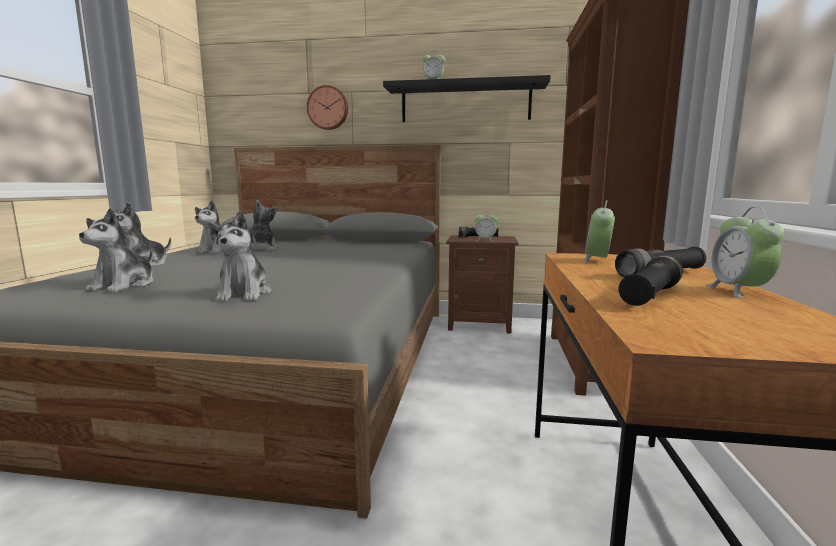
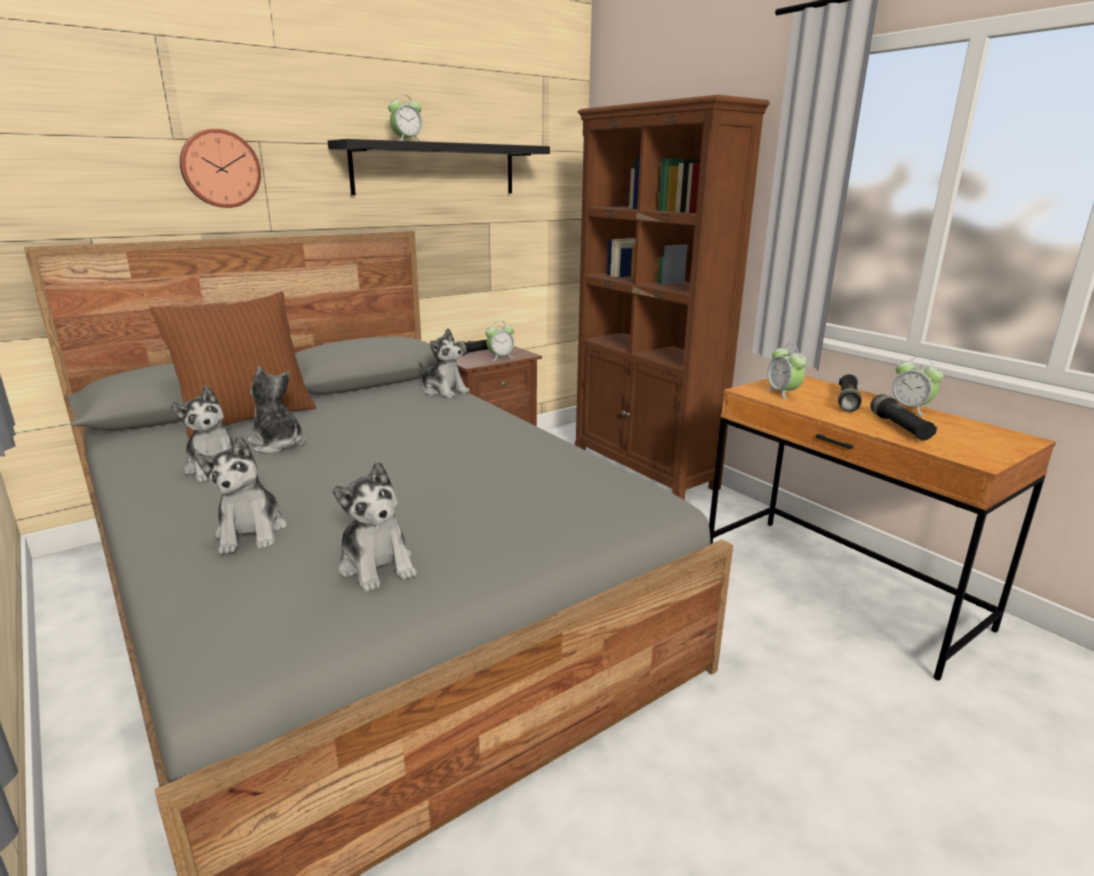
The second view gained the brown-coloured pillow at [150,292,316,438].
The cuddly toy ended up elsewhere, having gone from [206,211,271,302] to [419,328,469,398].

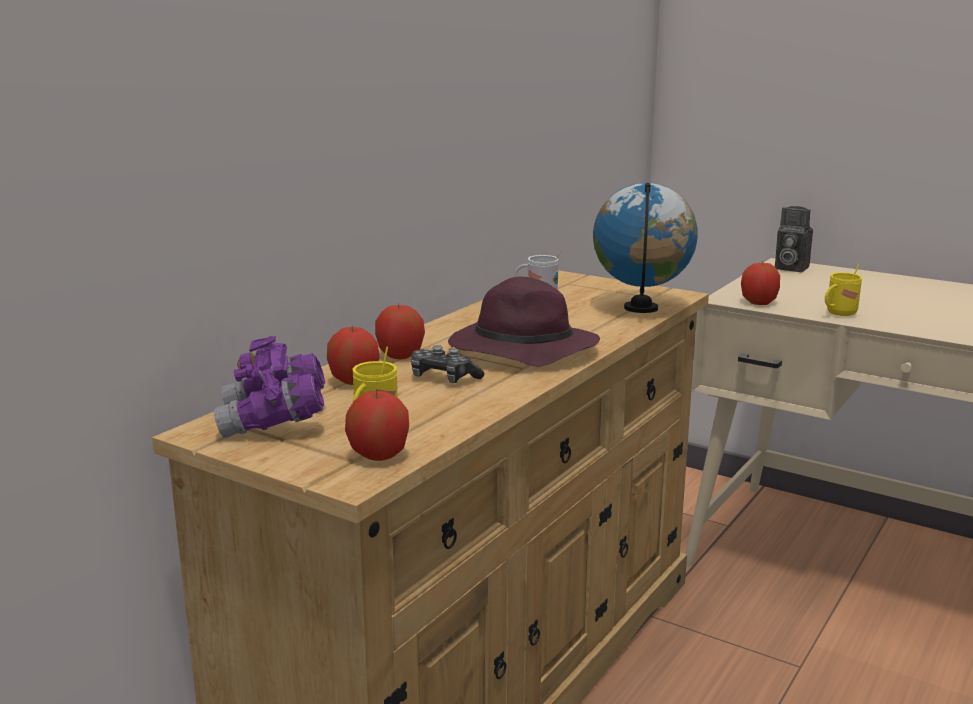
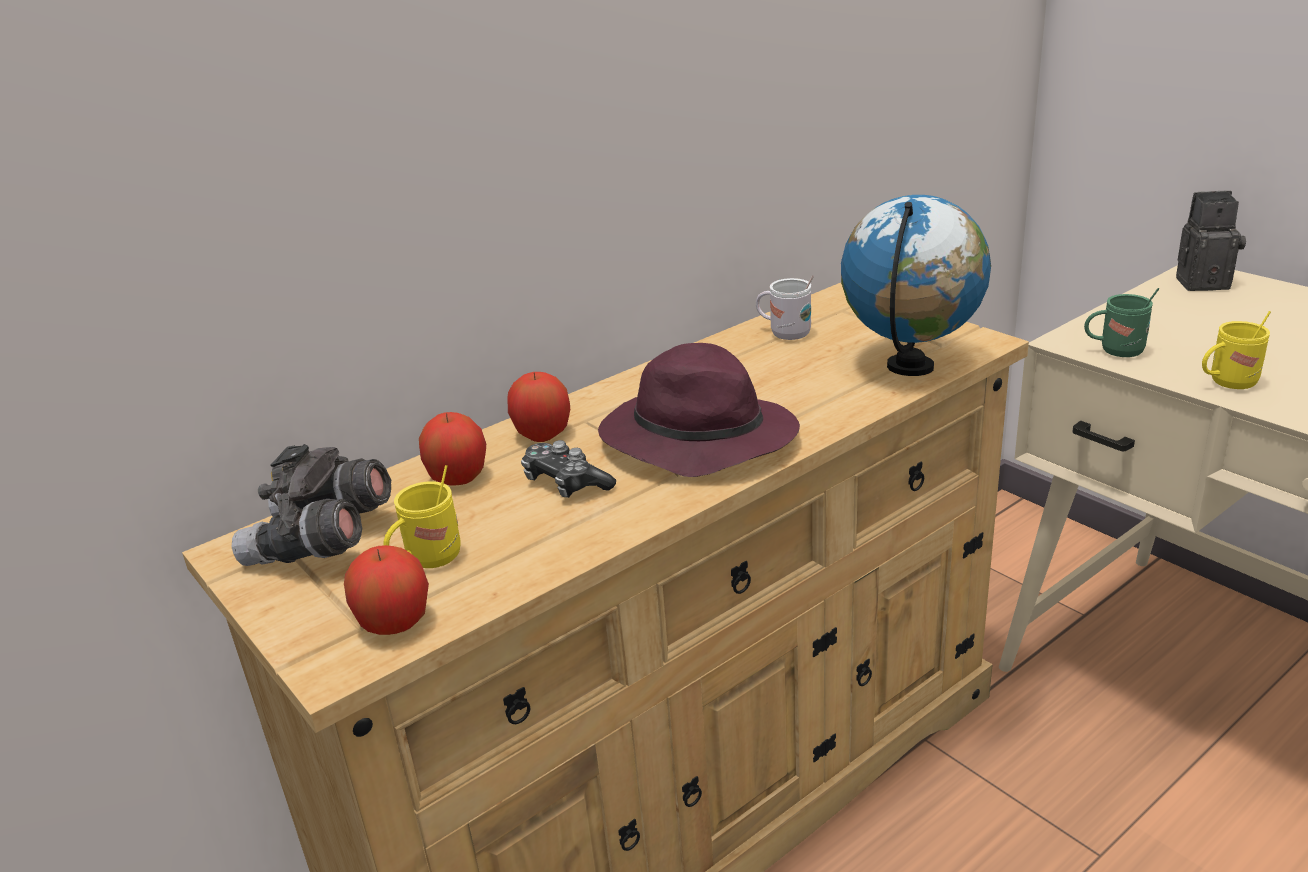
Where the apple fruit stood at [741,262,780,305], the green tea mug came to stand at [1084,288,1159,357].
What was the purplish binoculars at [214,336,325,438] turned into the greyish binoculars at [232,444,391,566].
The photo camera at [775,206,813,272] ended up facing another way, 135 degrees clockwise from before.

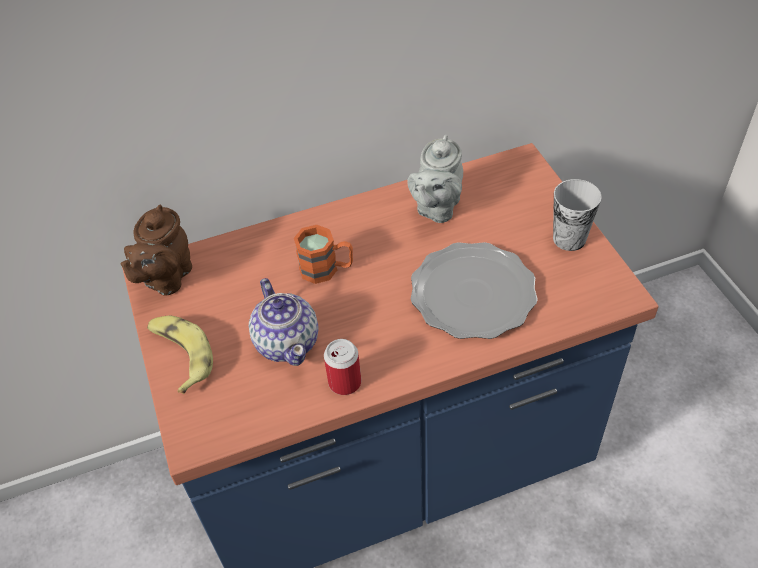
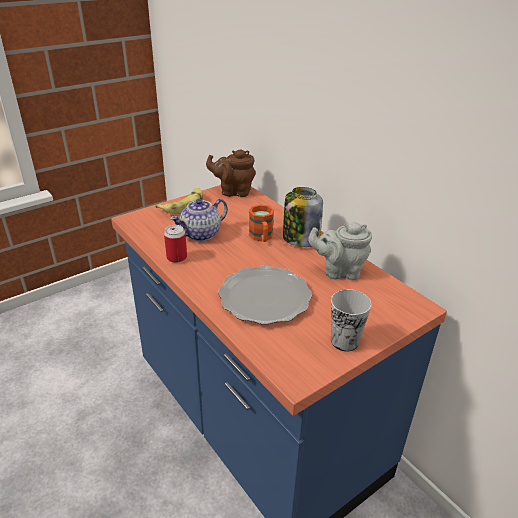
The second view gained the storage jar at [283,187,323,247].

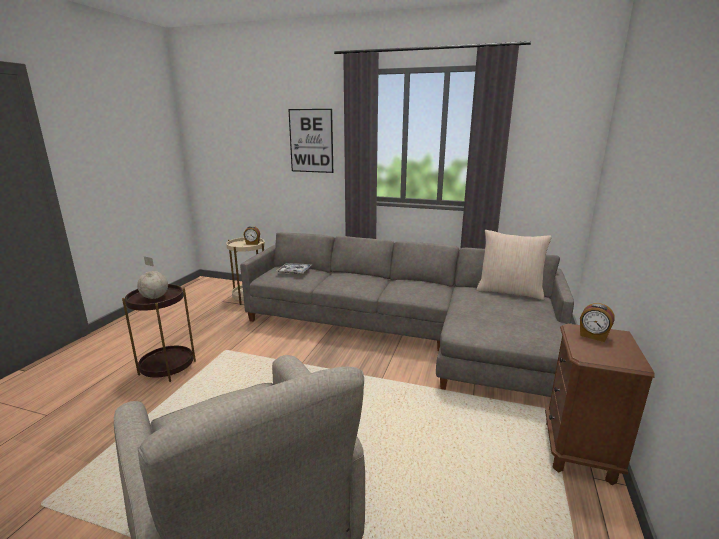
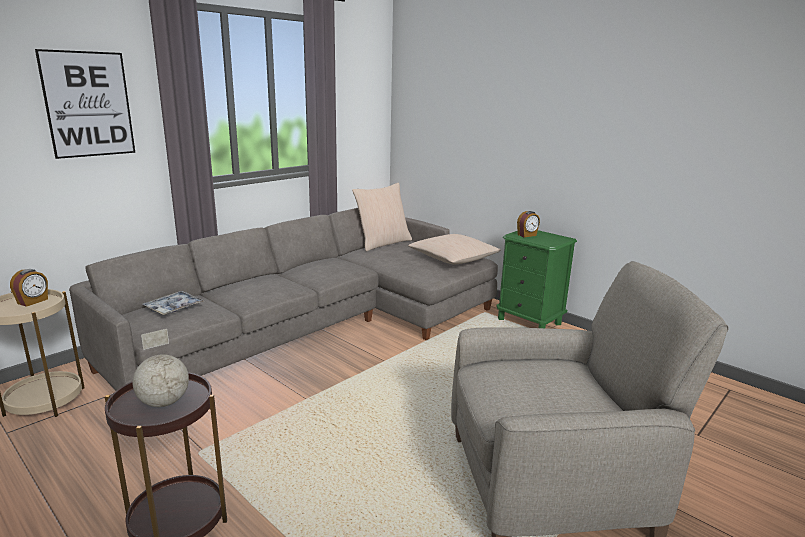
The second view gained the beige-coloured pillow at [408,234,501,264].
What was the brown-coloured night table at [545,324,655,485] turned into the green night table at [496,230,577,328].

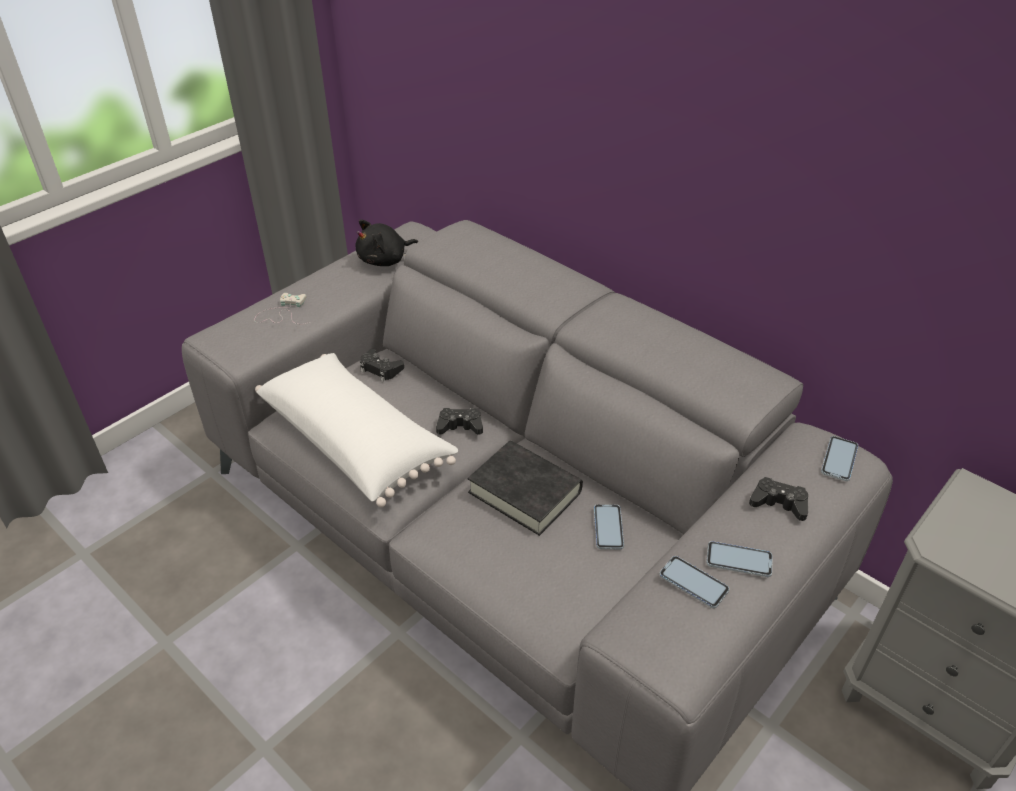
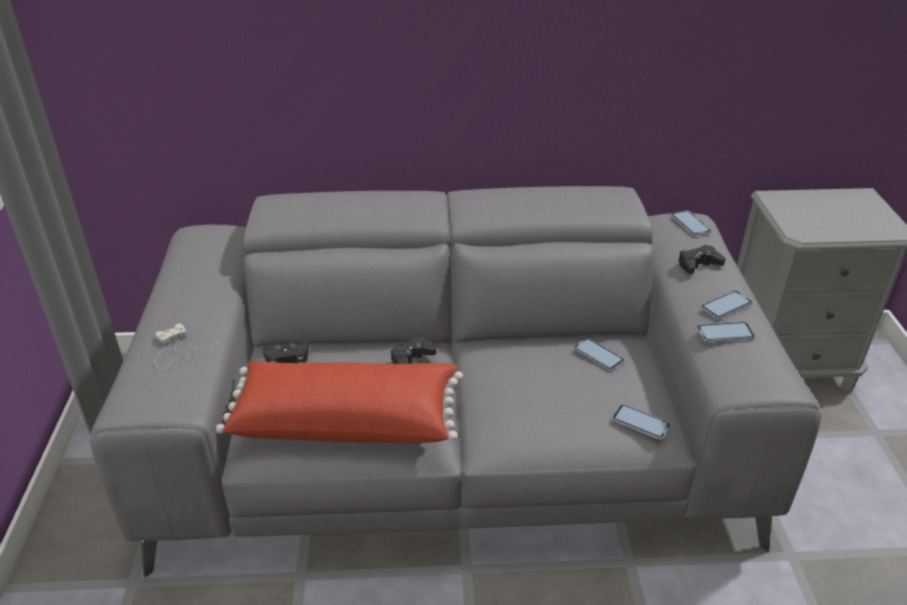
The second view lost the black-coloured cuddly toy at [355,220,419,266].
The second view lost the black-coloured book at [468,441,583,536].
The second view gained the telephone at [612,404,671,440].
What was the white pillow at [255,353,458,507] turned into the red pillow at [216,362,463,443].

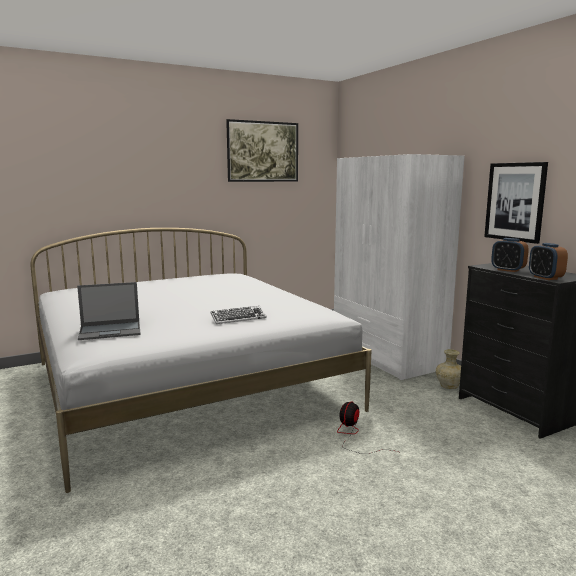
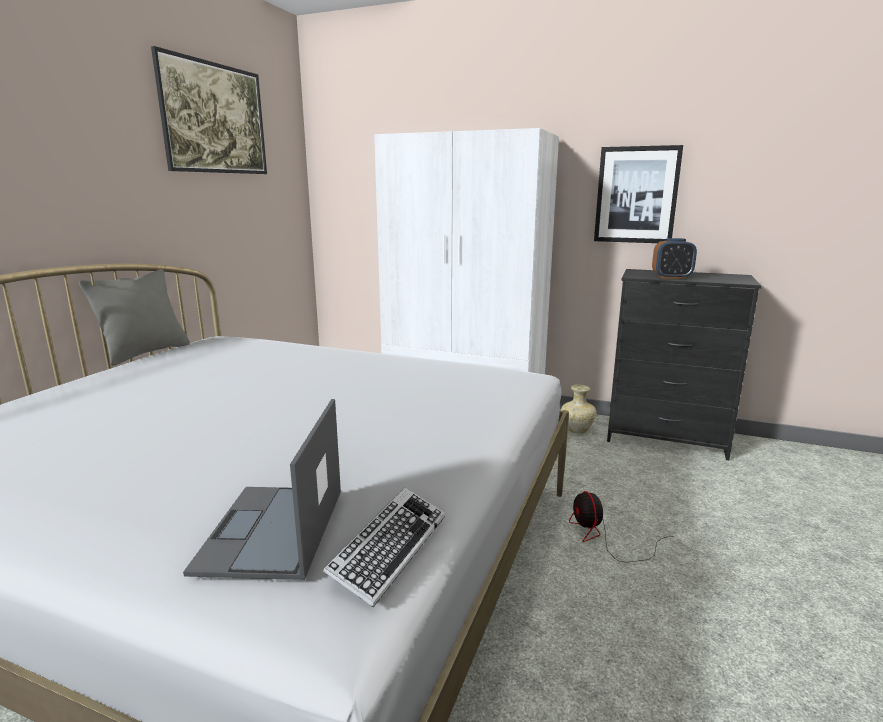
The second view lost the alarm clock at [529,243,568,280].
The second view gained the greyish pillow at [79,269,190,366].
The PC keyboard ended up elsewhere, having gone from [211,306,267,324] to [323,488,445,607].
The portable computer at [77,282,141,340] ended up facing another way, 150 degrees clockwise from before.

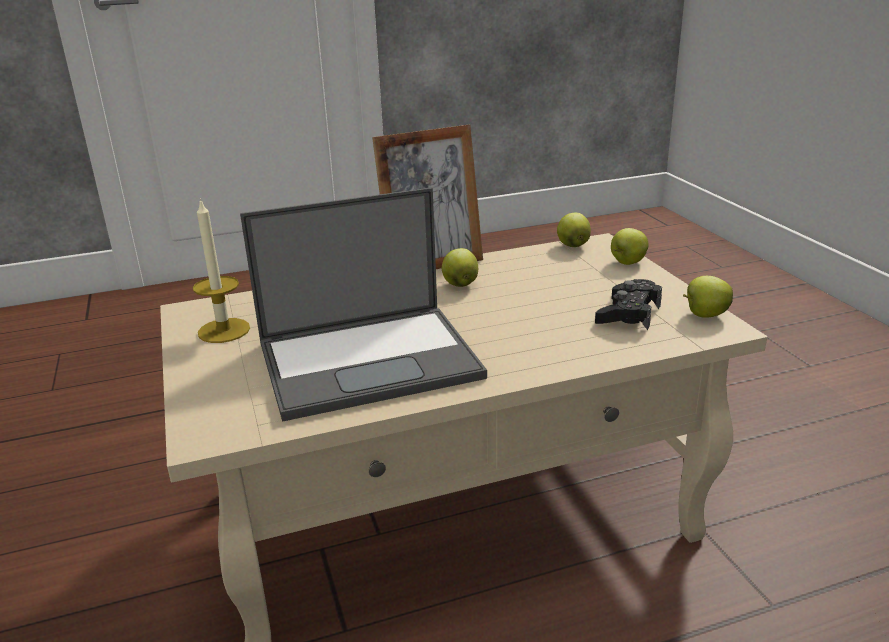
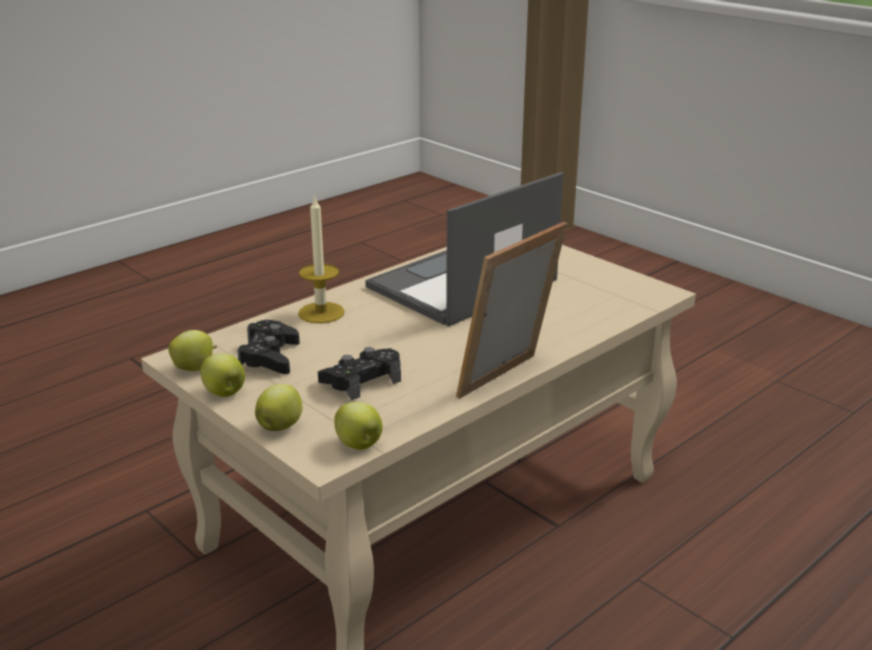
The second view gained the black-coloured game controller at [318,347,401,401].
The candle ended up elsewhere, having gone from [193,198,250,343] to [298,195,345,323].
The apple fruit ended up elsewhere, having gone from [442,248,478,287] to [200,353,245,397].

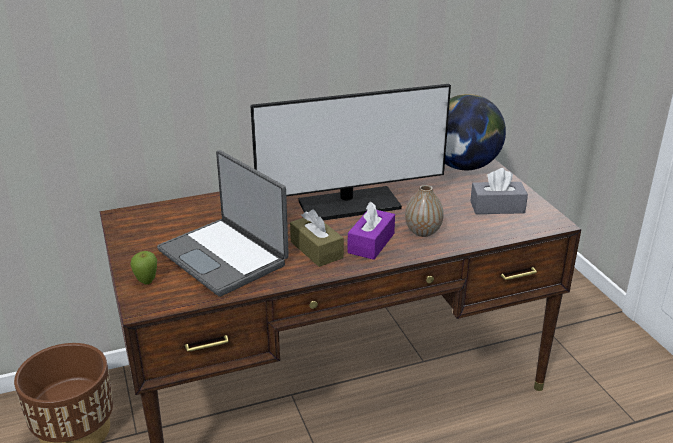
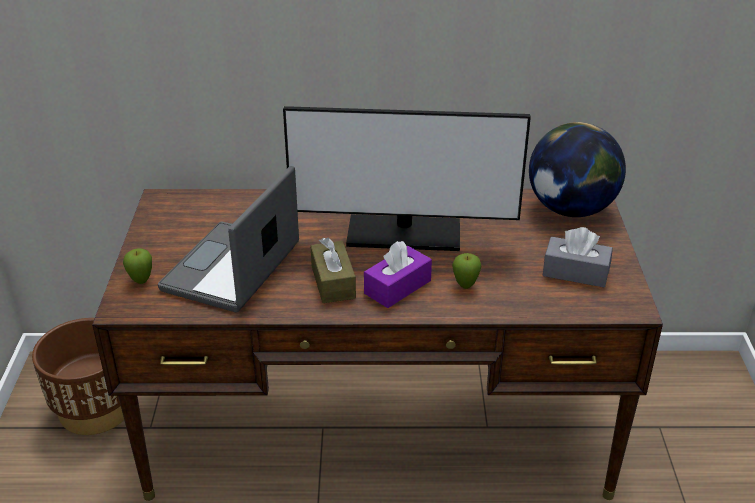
Where the decorative vase stood at [405,185,444,237], the apple fruit came to stand at [452,253,481,289].
The portable computer at [157,150,289,297] ended up facing another way, 45 degrees clockwise from before.

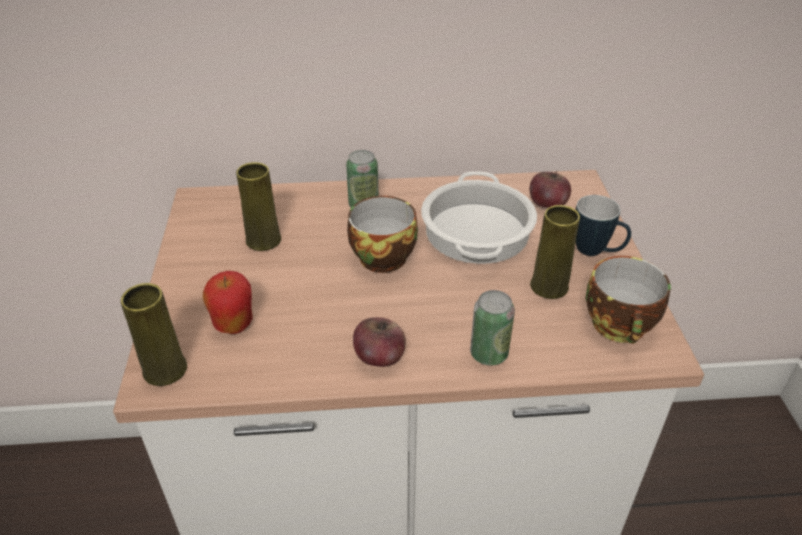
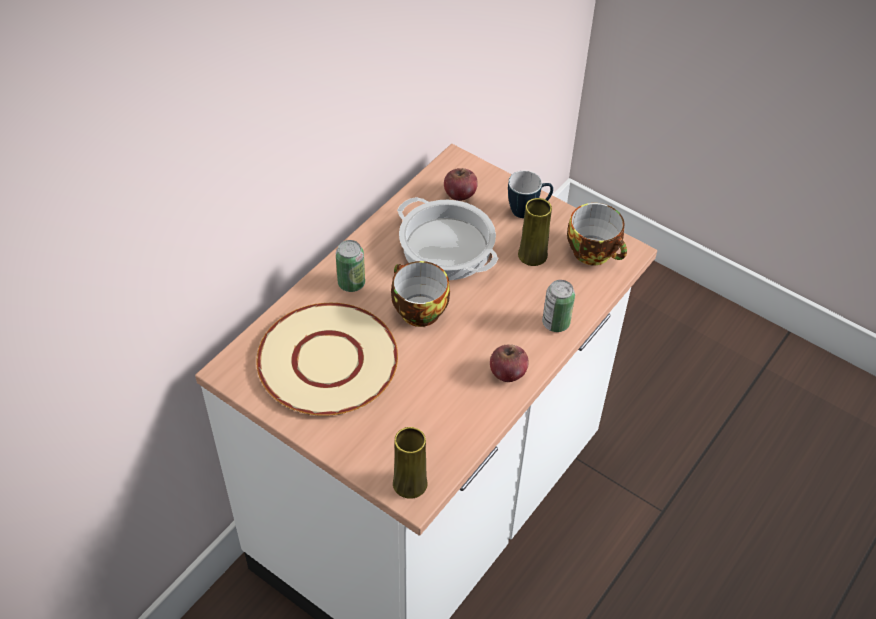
The second view lost the apple fruit at [203,271,253,334].
Where the yellow-coloured decorative vase stood at [236,162,281,251], the beige-coloured flat dish came to stand at [256,303,398,416].

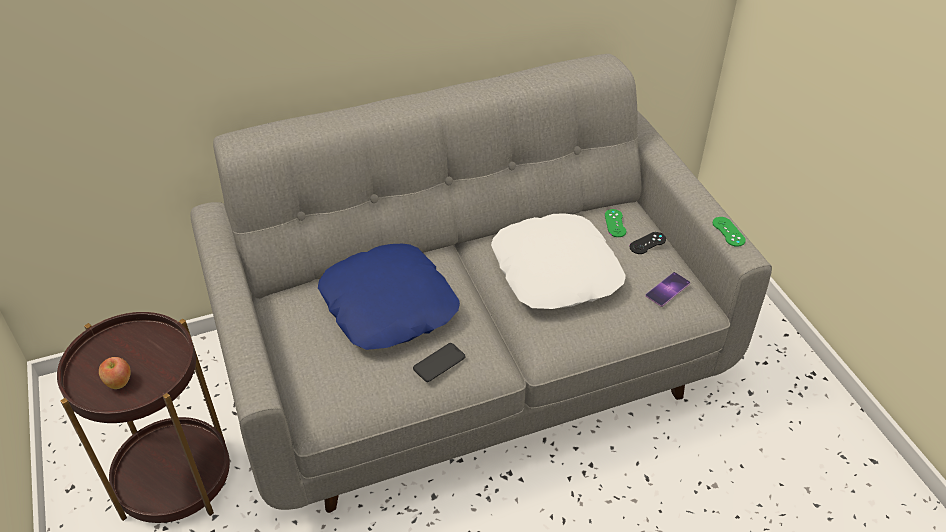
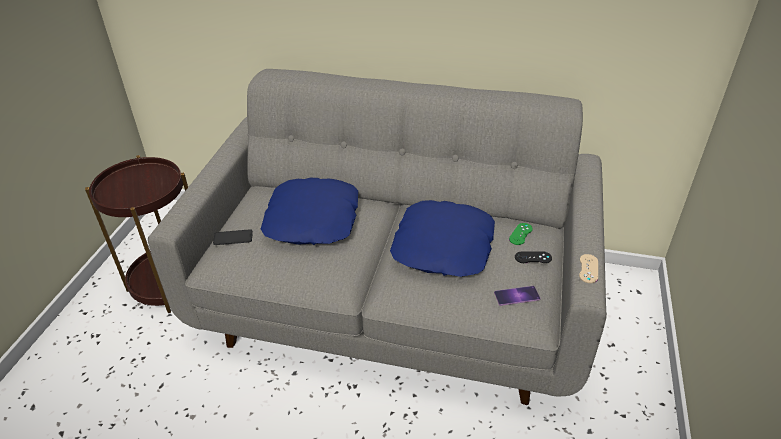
The second view lost the apple fruit at [99,357,131,389].
The telephone ended up elsewhere, having gone from [413,343,465,382] to [213,229,253,245].
What was the white pillow at [491,213,626,309] turned into the blue pillow at [390,200,495,277].
What was the green game controller at [713,217,746,247] turned into the beige-coloured game controller at [579,254,598,283].

